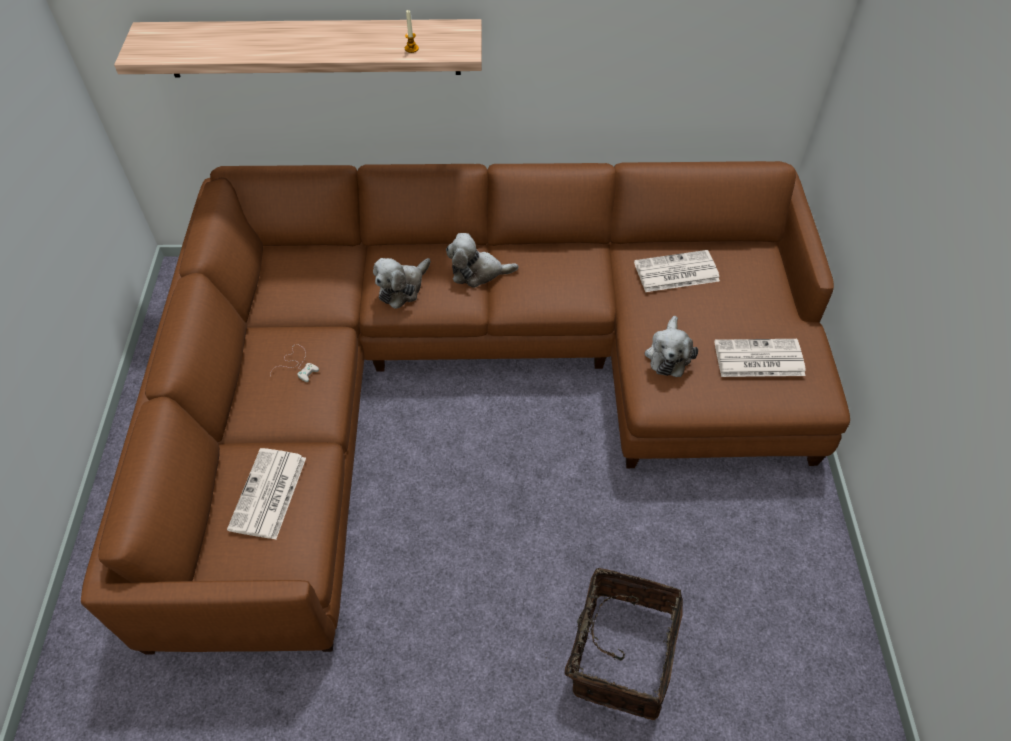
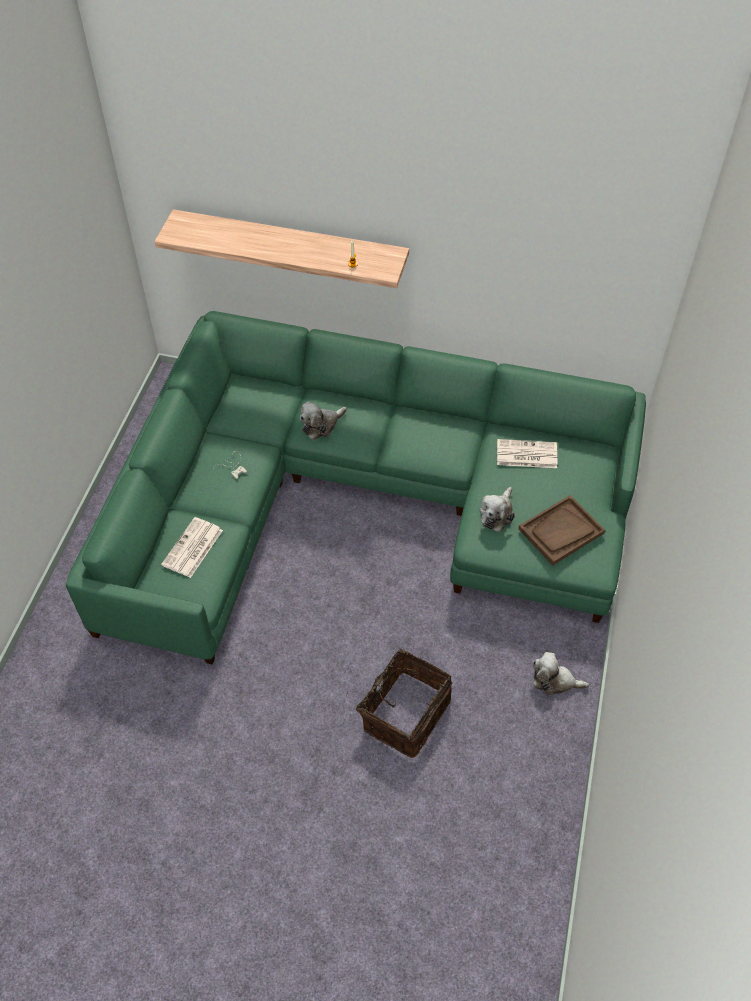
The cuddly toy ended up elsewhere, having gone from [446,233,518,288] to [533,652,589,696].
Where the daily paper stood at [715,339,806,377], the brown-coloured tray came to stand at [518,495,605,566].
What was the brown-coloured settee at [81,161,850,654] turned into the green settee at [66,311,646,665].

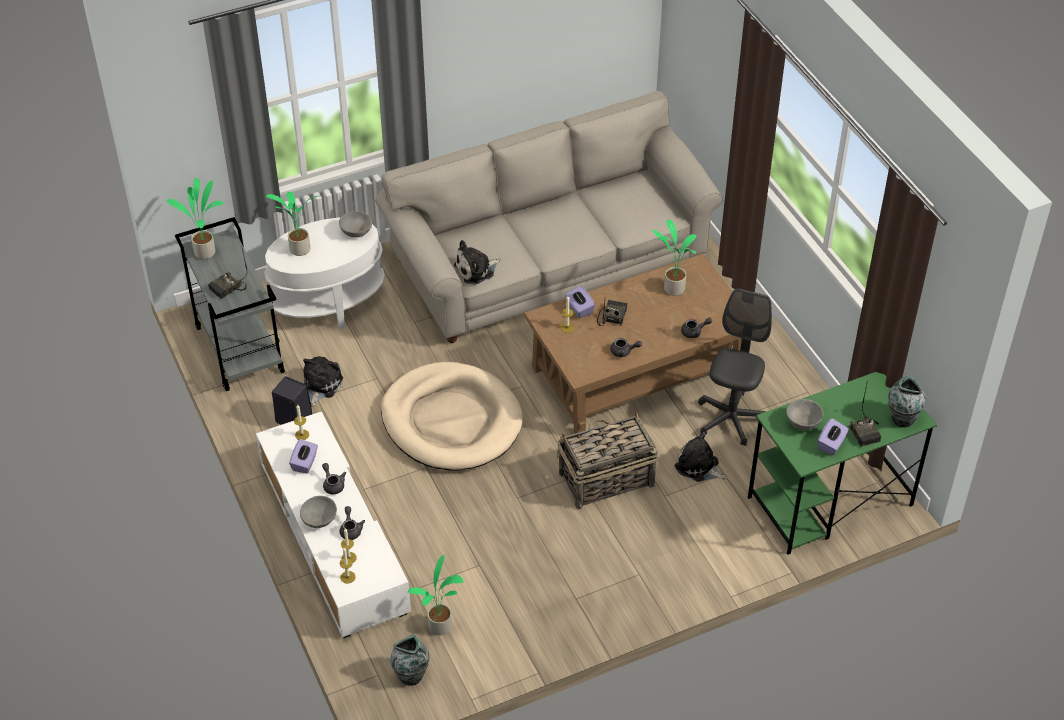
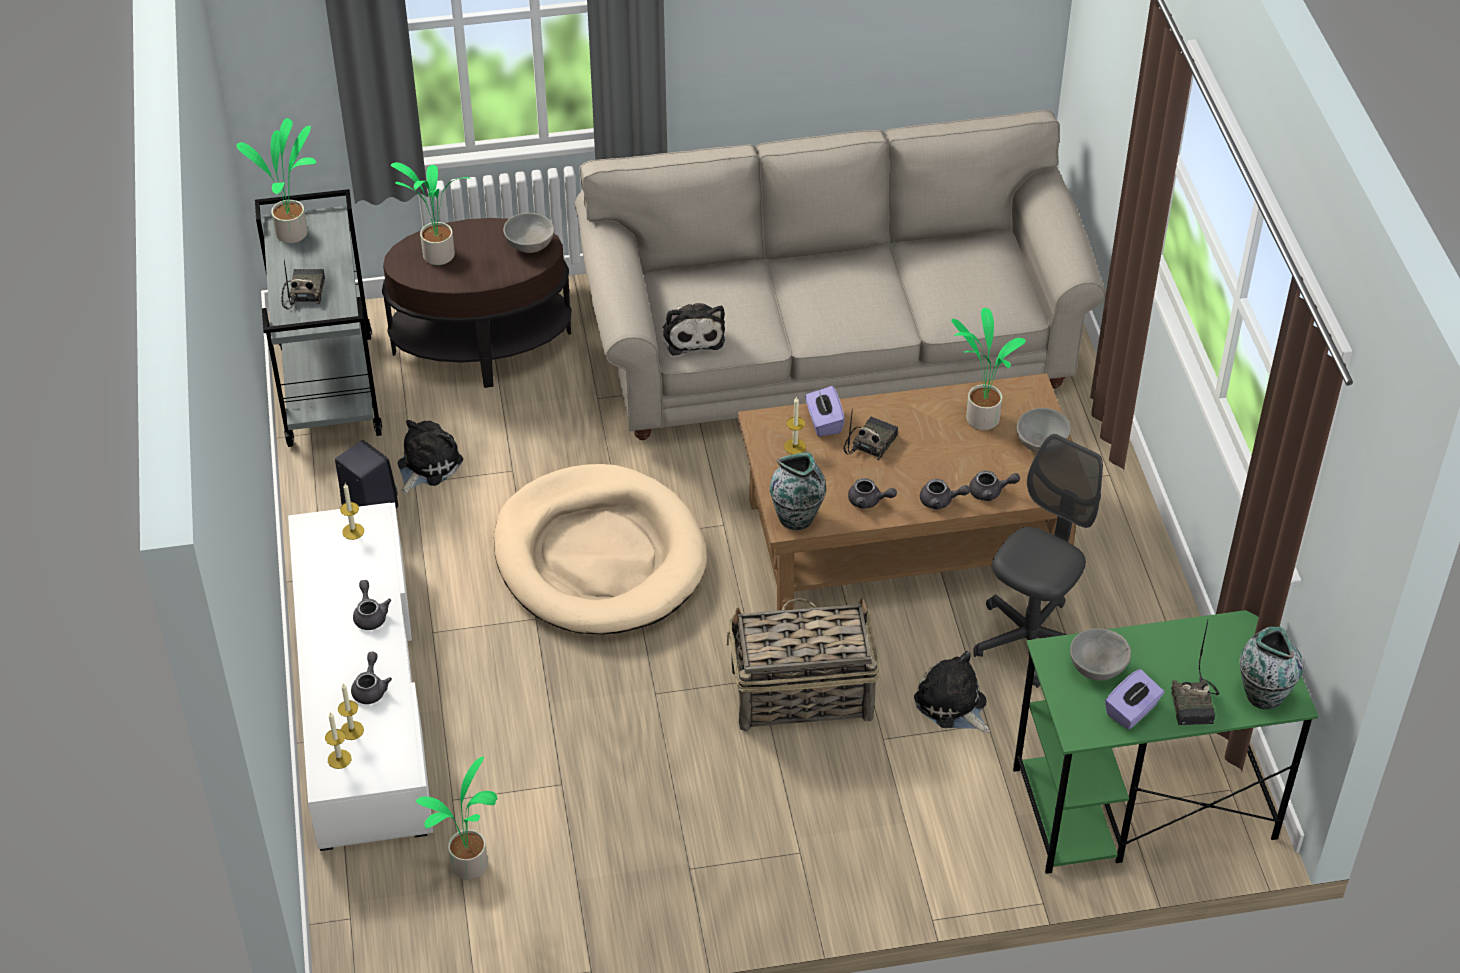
The second view lost the purplish tissue box at [289,439,318,474].
The second view gained the greyish teapot at [920,479,970,510].
The greyish serving bowl ended up elsewhere, having gone from [300,496,337,528] to [1016,408,1071,452].
The decorative vase ended up elsewhere, having gone from [391,635,430,686] to [770,452,826,530].
What was the white accent table at [264,218,385,329] turned into the brown-coloured accent table at [382,218,572,388].
The radio set at [208,245,247,299] ended up facing another way, 120 degrees clockwise from before.
The cuddly toy at [454,240,501,285] ended up facing another way, 90 degrees counterclockwise from before.

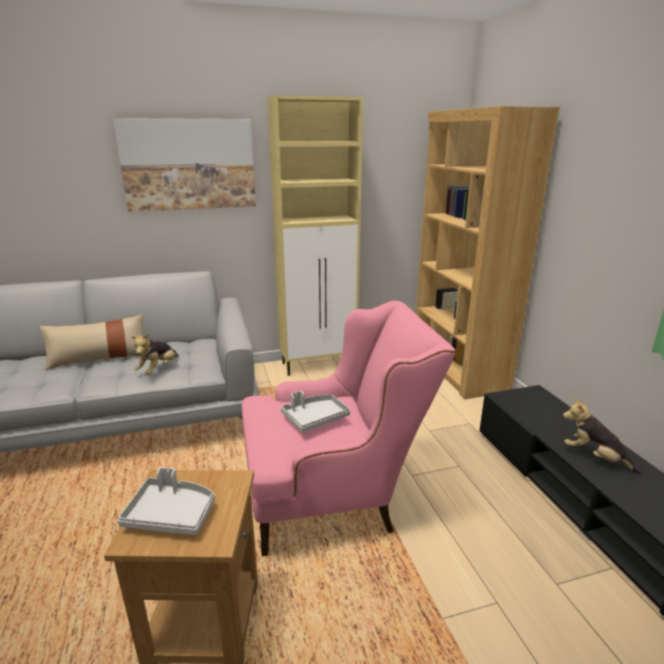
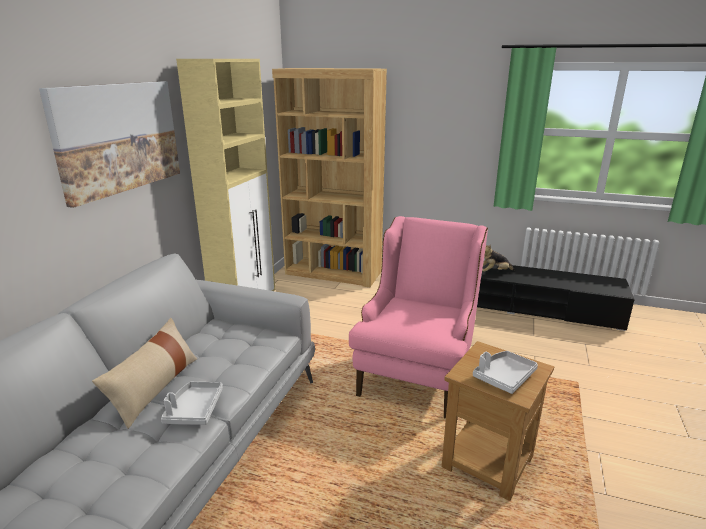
The second view lost the cuddly toy at [131,334,179,375].
The greyish tray ended up elsewhere, having gone from [281,391,350,432] to [161,382,223,425].

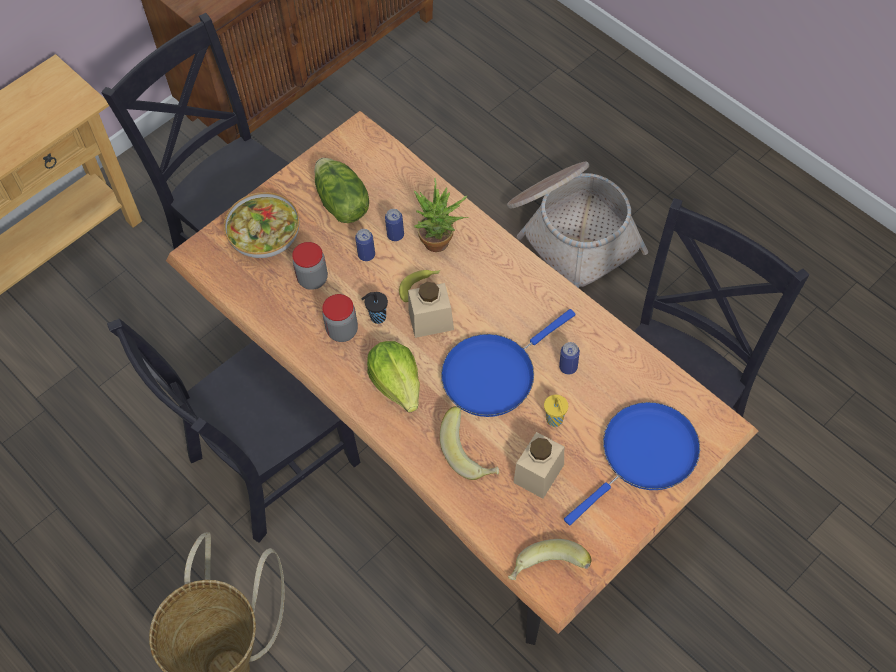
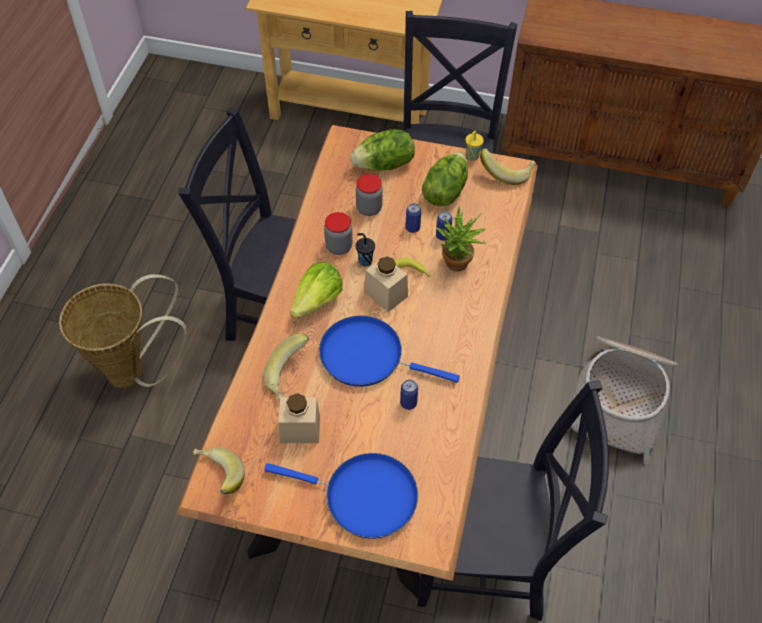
The second view gained the whole banana at [480,148,536,185].
The yellow-coloured small cup ended up elsewhere, having gone from [544,395,568,427] to [466,131,484,161].
Where the serving bowl stood at [224,192,299,258], the lettuce head came to stand at [350,129,415,171].

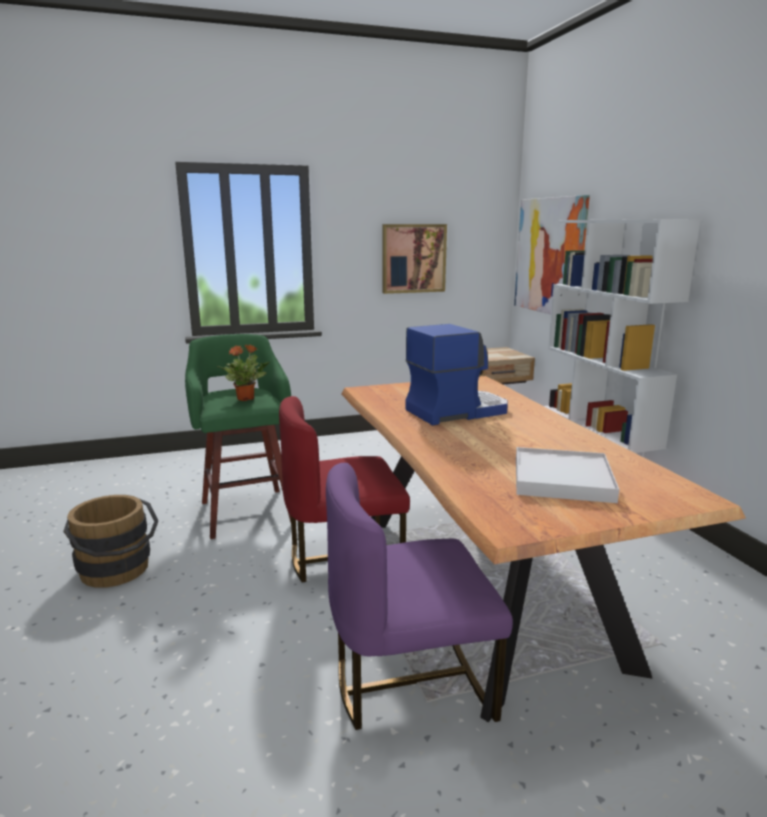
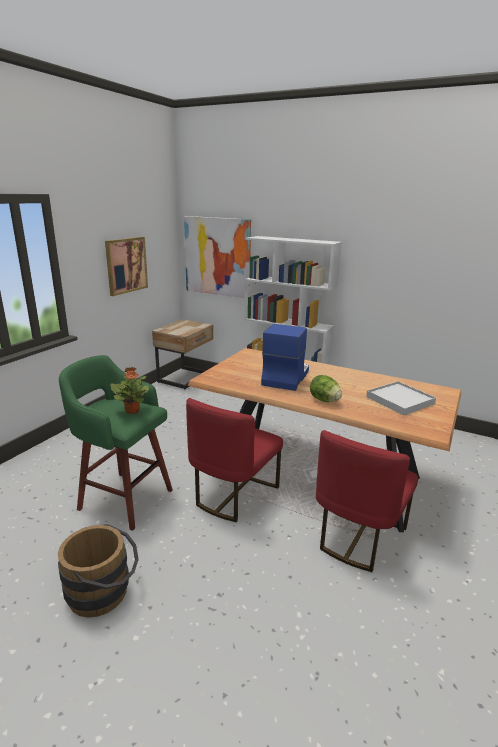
The second view gained the lettuce head at [310,375,342,402].
What was the purplish chair at [326,463,513,730] turned into the red chair at [316,430,418,572].

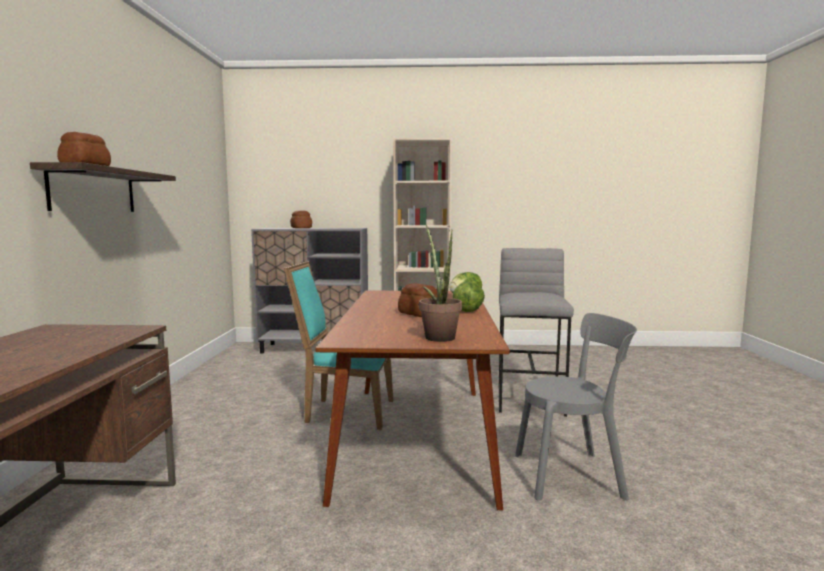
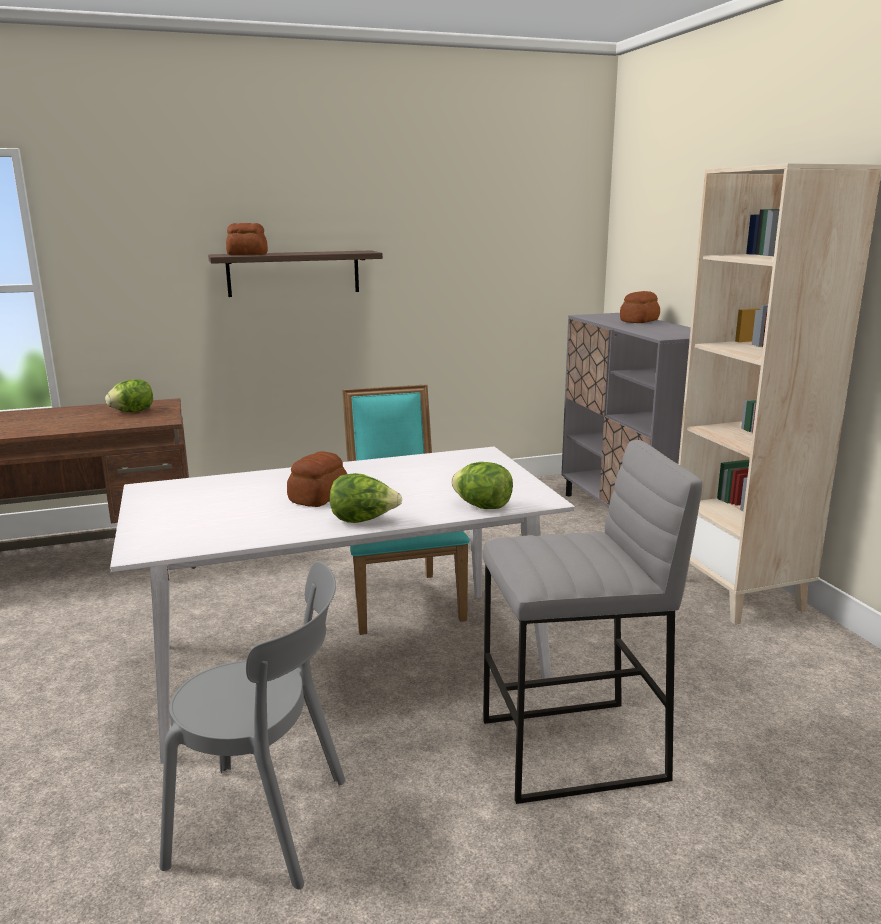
The second view lost the plant in a pot at [419,225,462,342].
The second view gained the lettuce head at [105,379,153,412].
What was the brown-coloured dinner table at [315,290,510,510] turned into the white dinner table at [110,447,575,764].
The greyish chair at [515,313,637,500] ended up facing another way, 60 degrees counterclockwise from before.

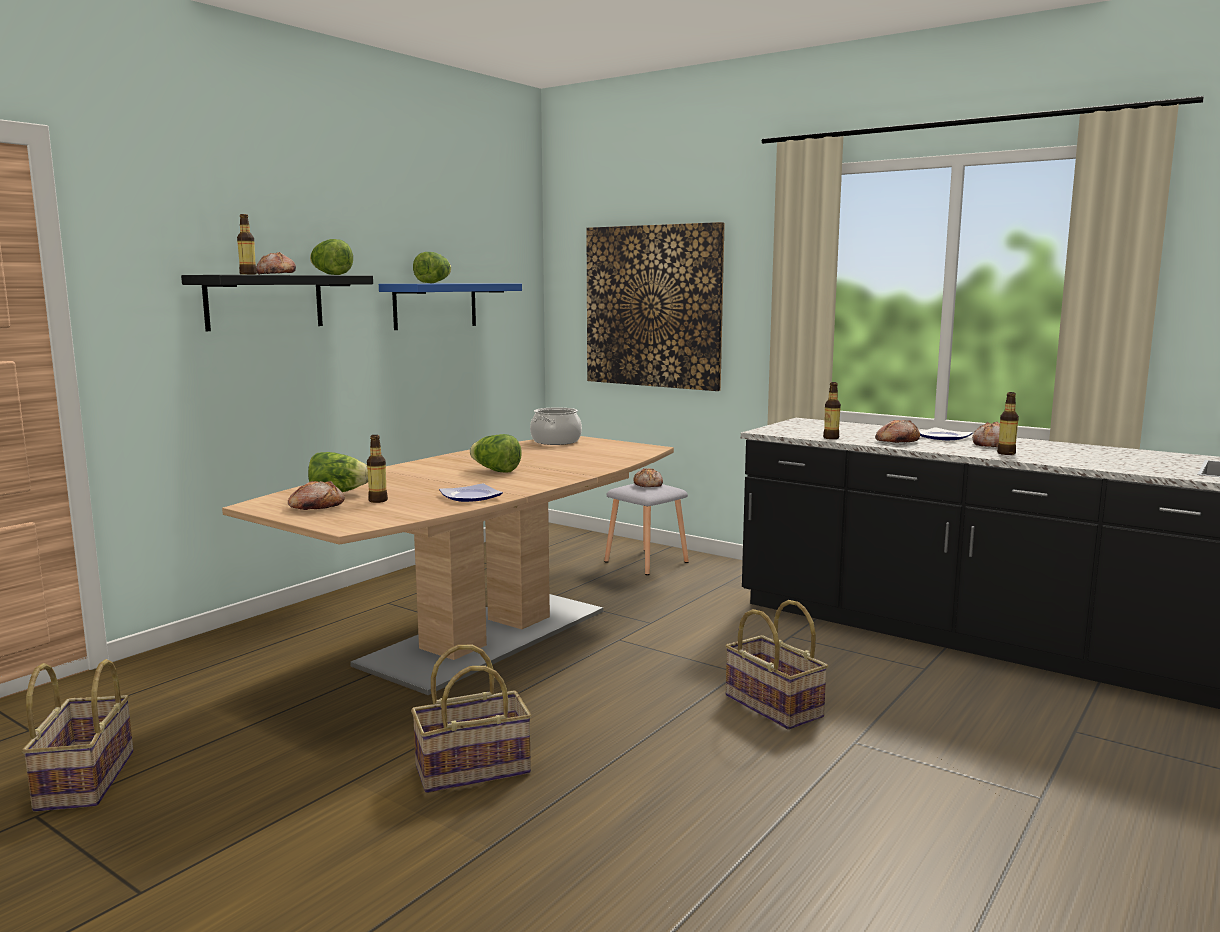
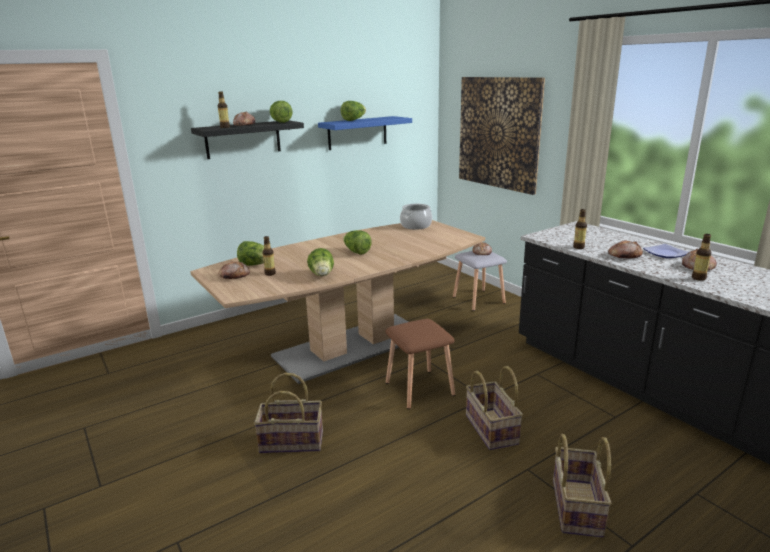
The second view gained the brown-coloured stool at [386,319,455,409].
The household basket ended up elsewhere, having gone from [22,659,133,812] to [553,433,611,538].
Where the flat dish stood at [439,483,503,502], the lettuce head came to stand at [307,248,334,276].

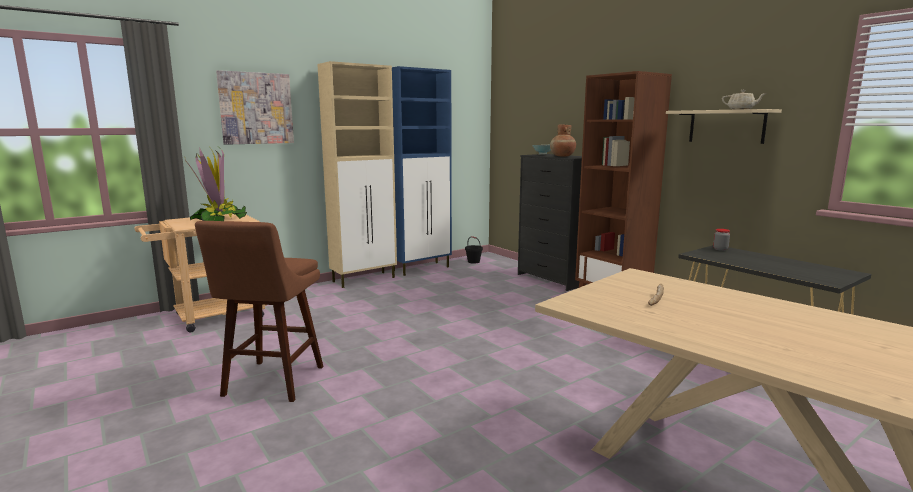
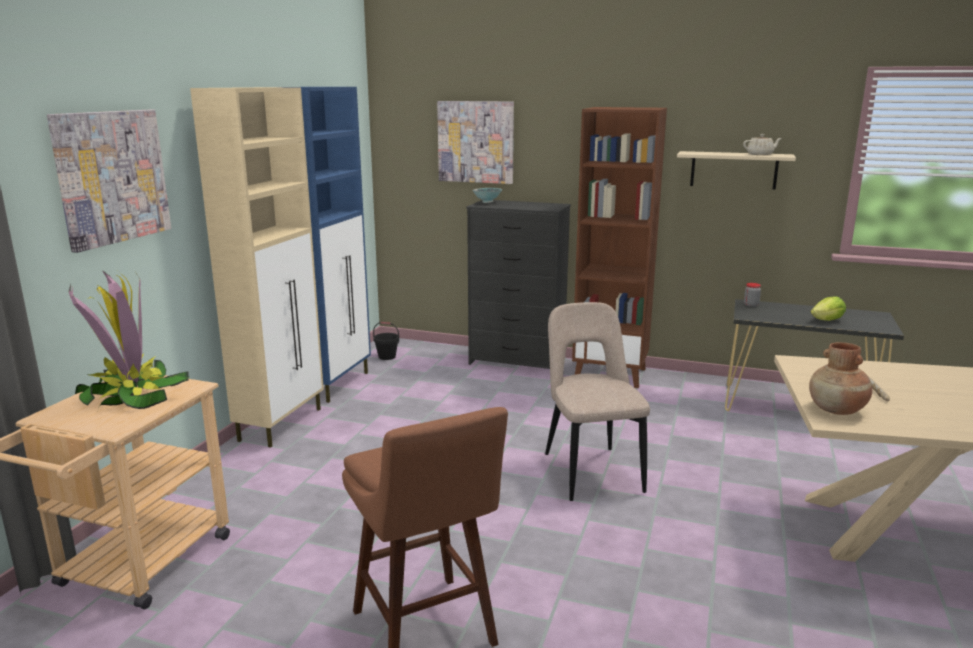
The second view gained the picture at [437,101,514,184].
The second view gained the beige-coloured chair at [545,302,650,501].
The second view gained the lettuce head at [811,296,846,321].
The brown-coloured decorative vase ended up elsewhere, having gone from [550,125,576,156] to [809,342,872,415].

